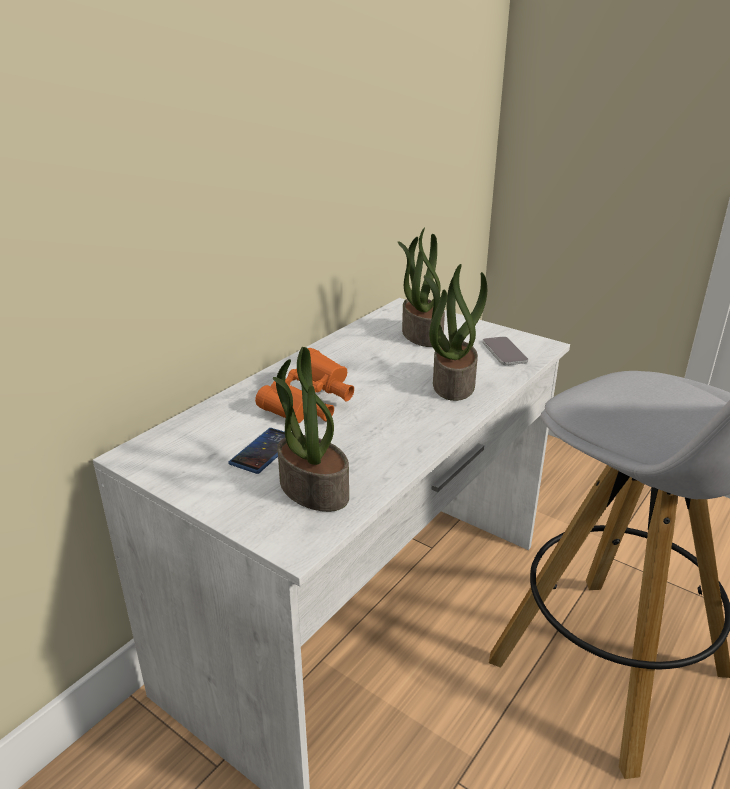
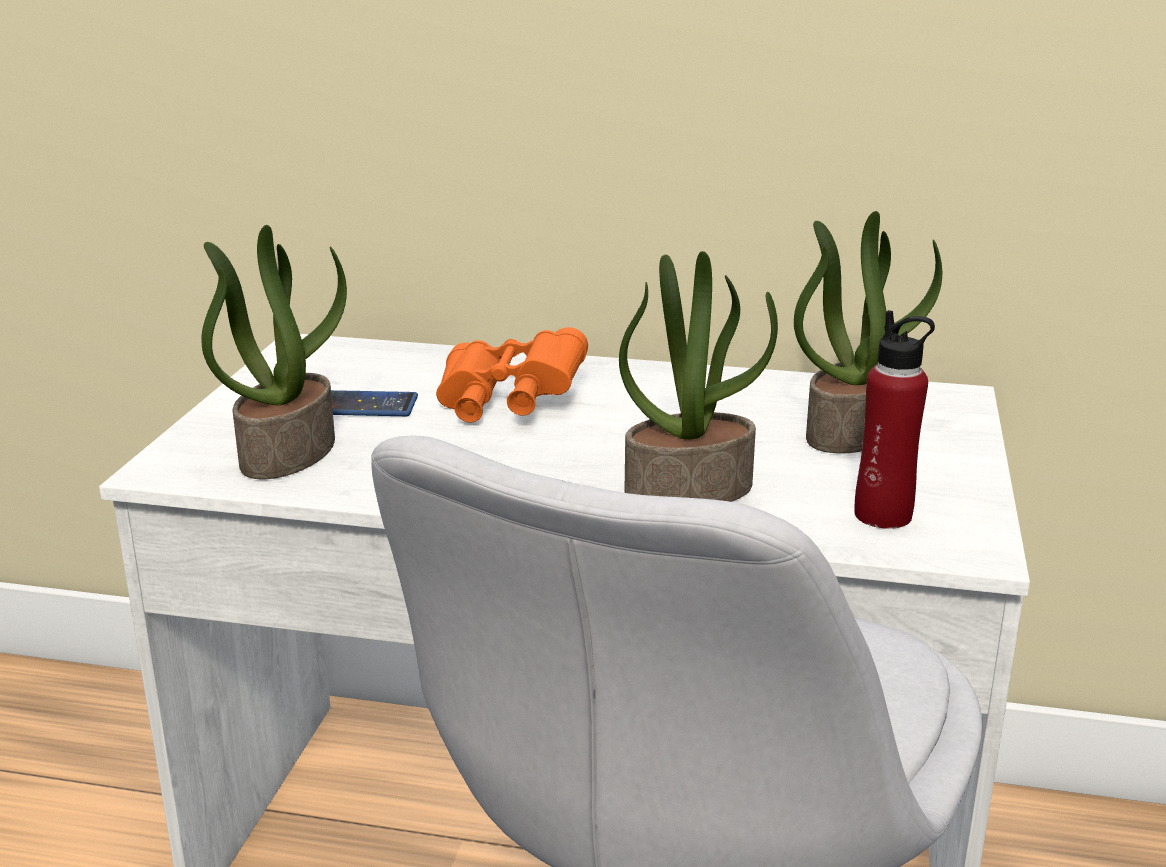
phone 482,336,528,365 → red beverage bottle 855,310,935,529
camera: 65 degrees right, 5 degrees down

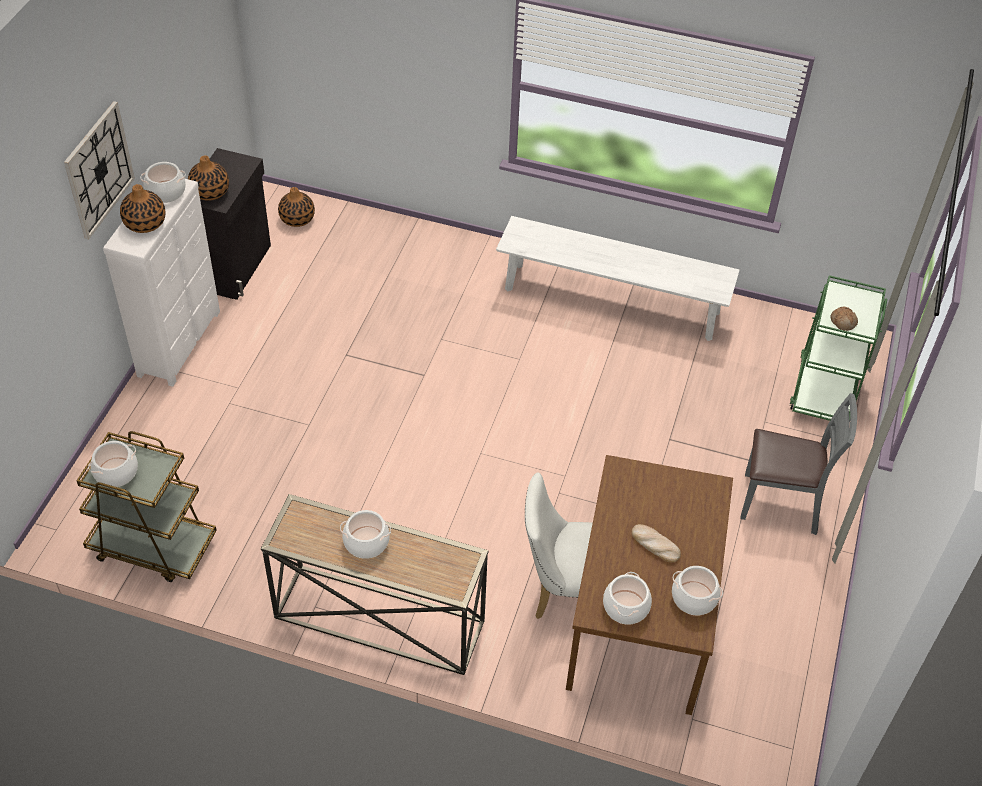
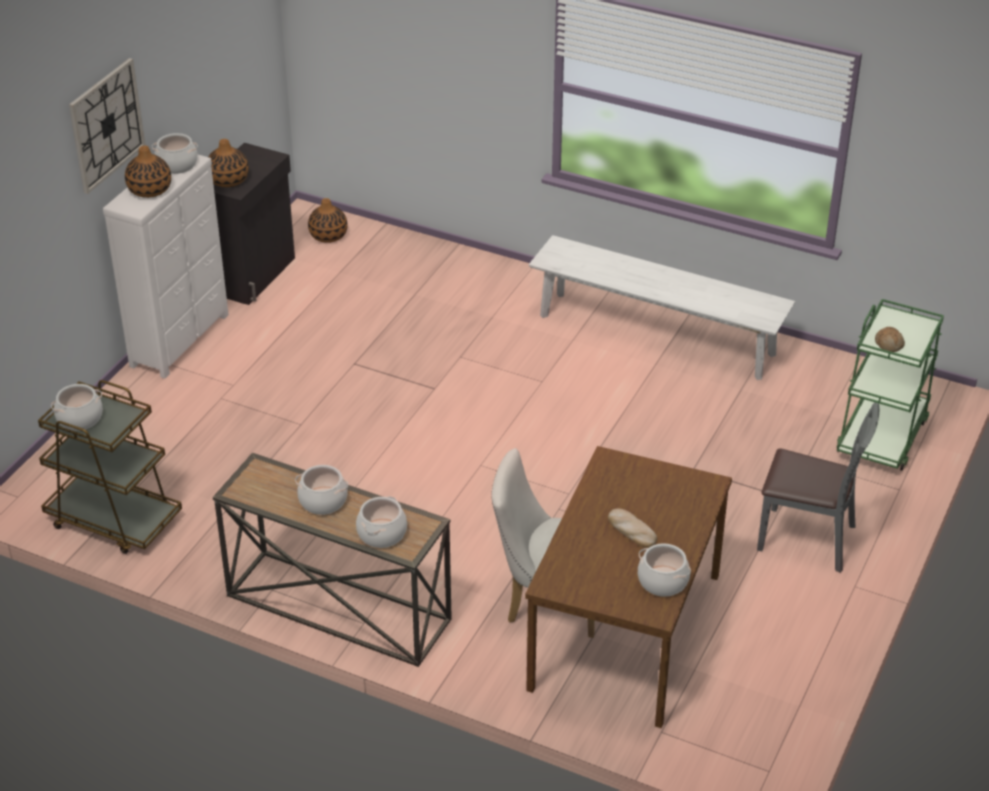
cooking pot 603,572,652,625 → cooking pot 356,496,407,548, moved
camera: 10 degrees right, 10 degrees down

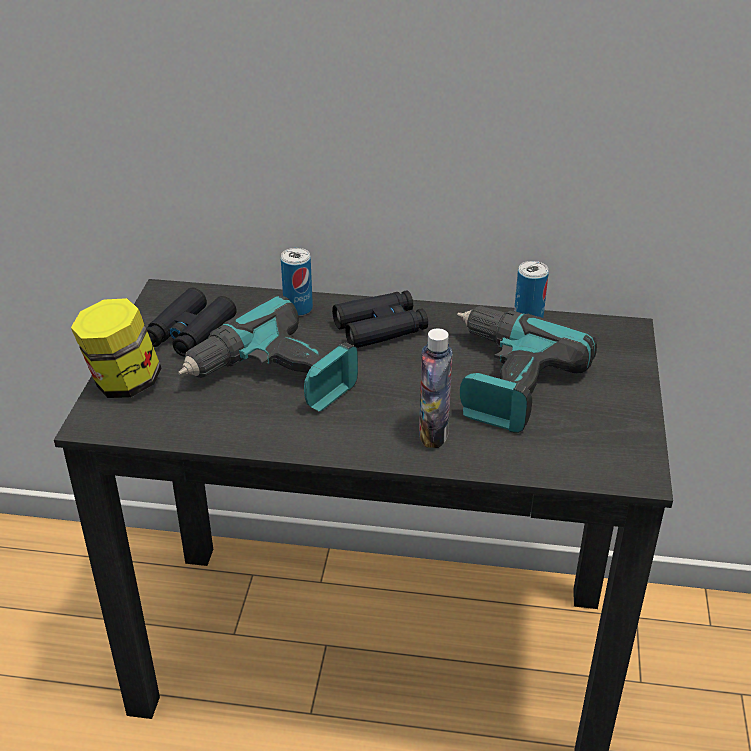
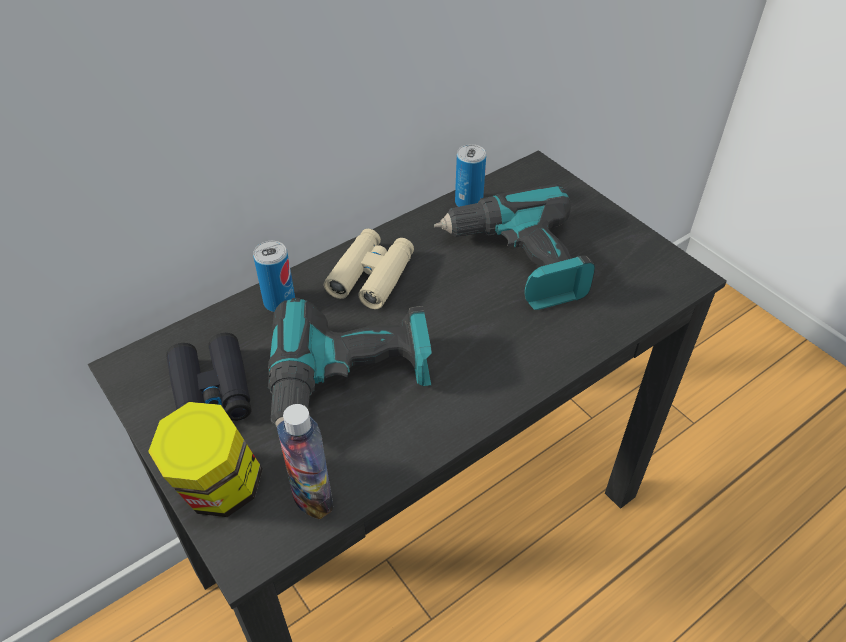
black pair of binoculars 332,290,428,348 → beige pair of binoculars 324,229,414,309
beverage bottle 419,328,453,448 → beverage bottle 277,404,333,519, moved
camera: 45 degrees left, 10 degrees up

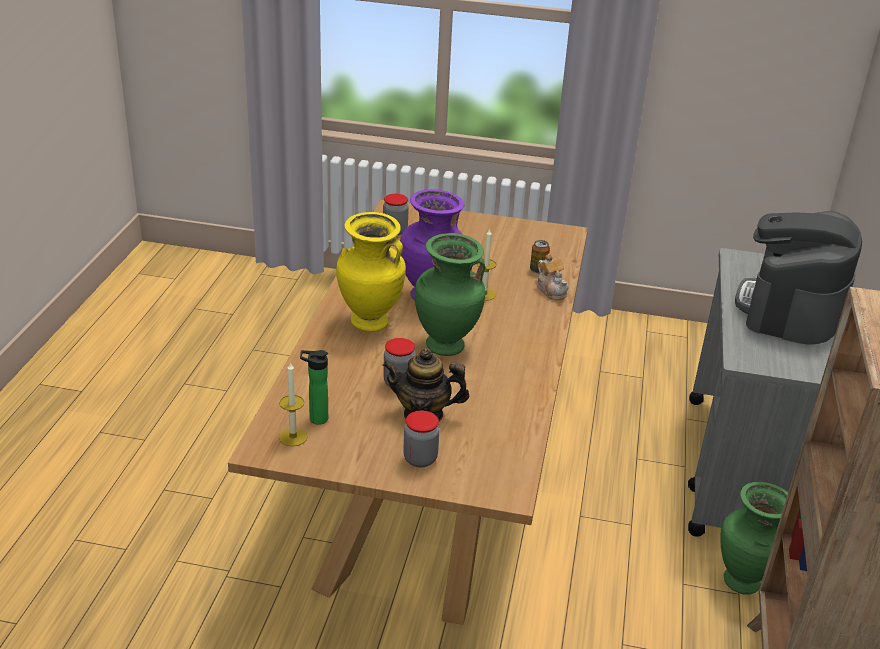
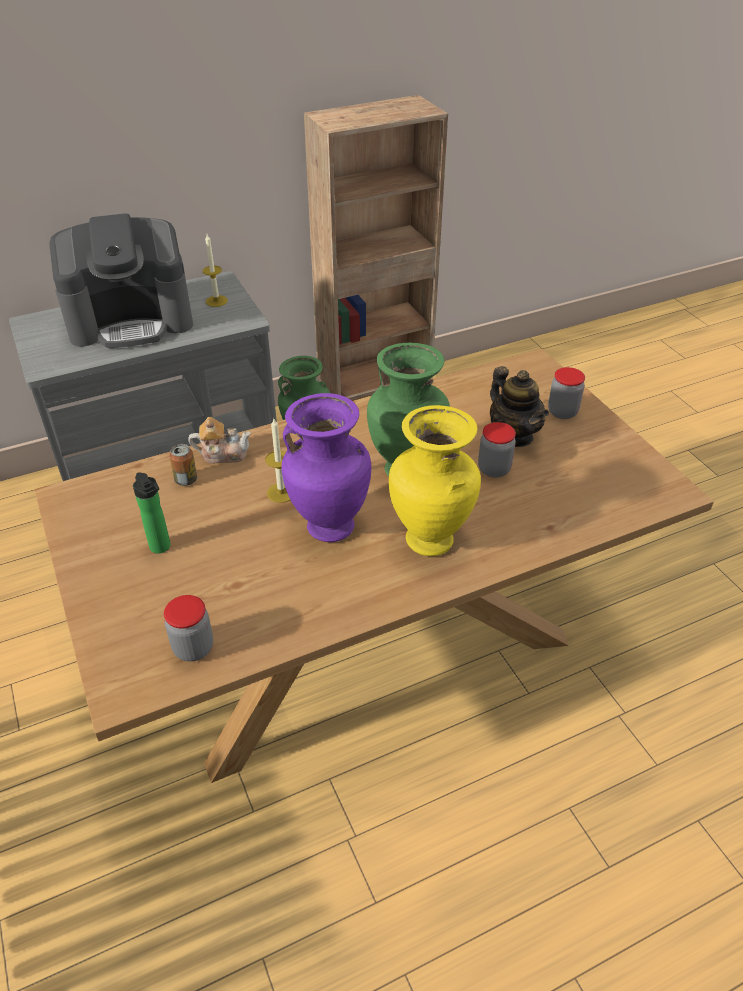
candle 279,362,308,446 → candle 203,234,228,307, moved
beverage bottle 300,350,328,425 → beverage bottle 133,472,171,554, moved
pot for tea 537,253,569,300 → pot for tea 188,417,251,464, 60 degrees clockwise
camera: 125 degrees left, 10 degrees up

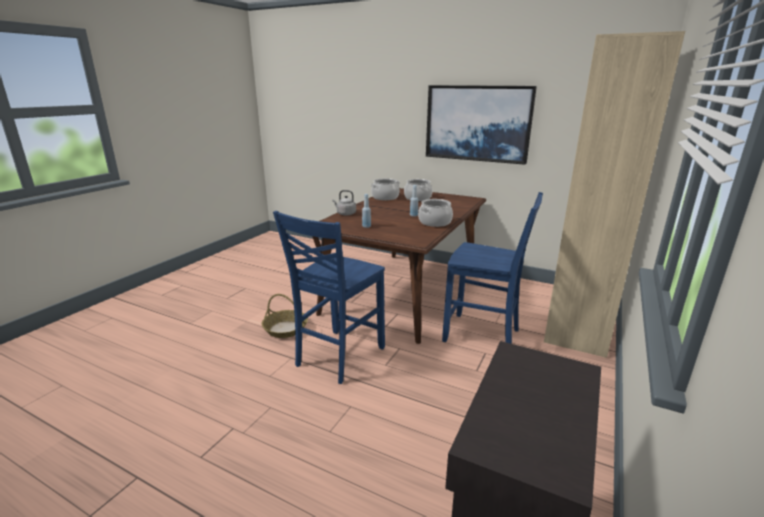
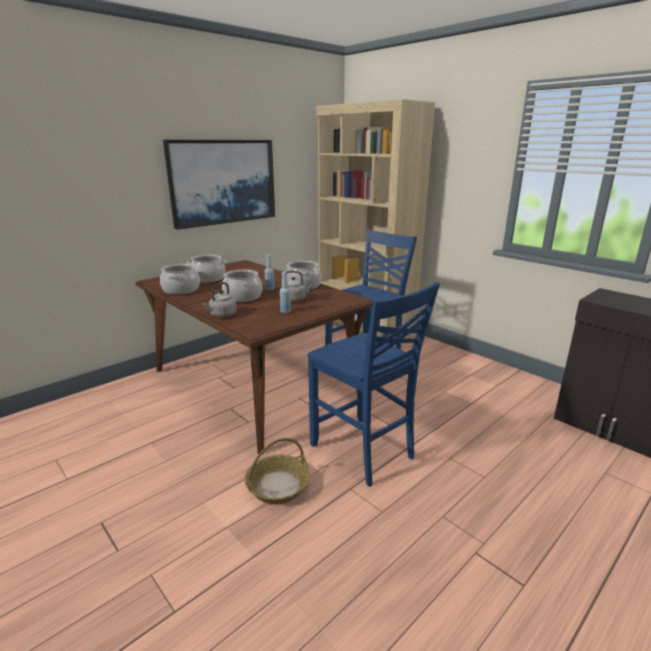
- → cooking pot 222,270,262,302
- → greyish water kettle 287,271,312,302
camera: 70 degrees left, 0 degrees up

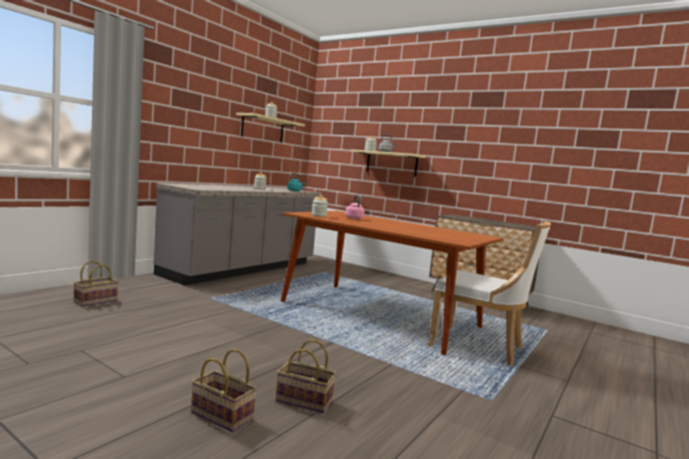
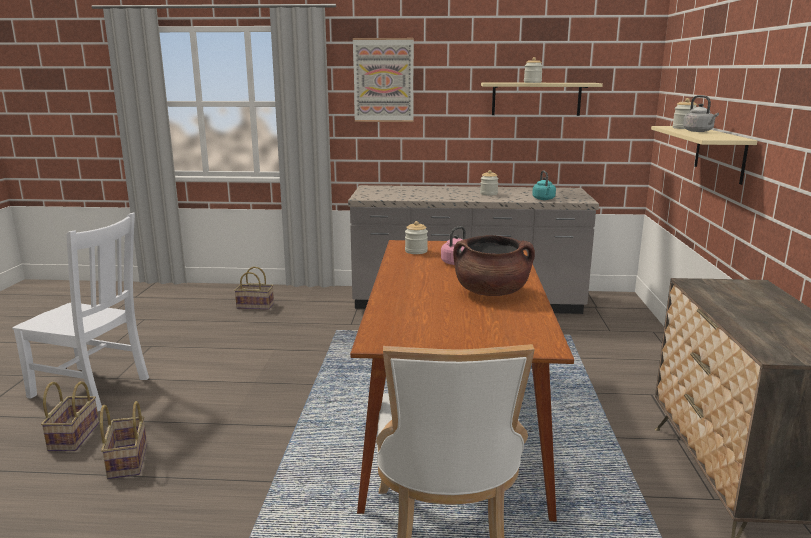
- → white upright chair 12,213,149,411
- → wall picture 353,38,414,122
- → brownish cooking pot 453,235,535,296
camera: 60 degrees right, 10 degrees up

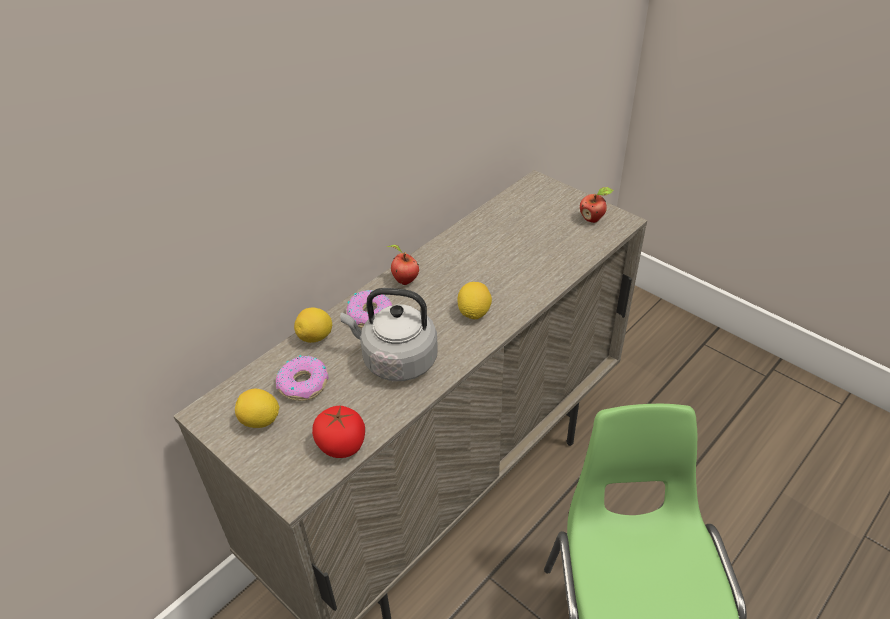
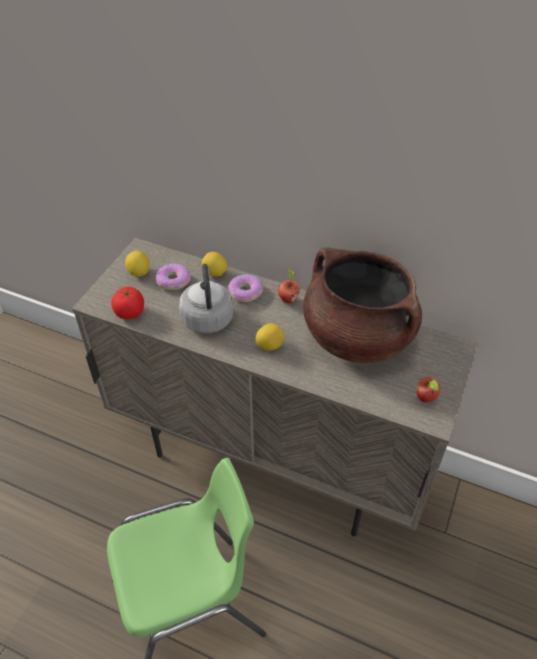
- → brownish cooking pot 303,247,422,363
camera: 70 degrees right, 5 degrees up

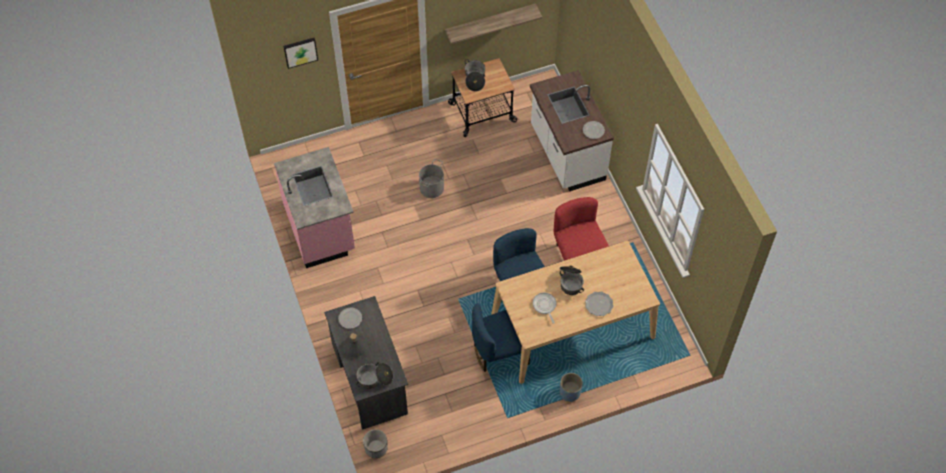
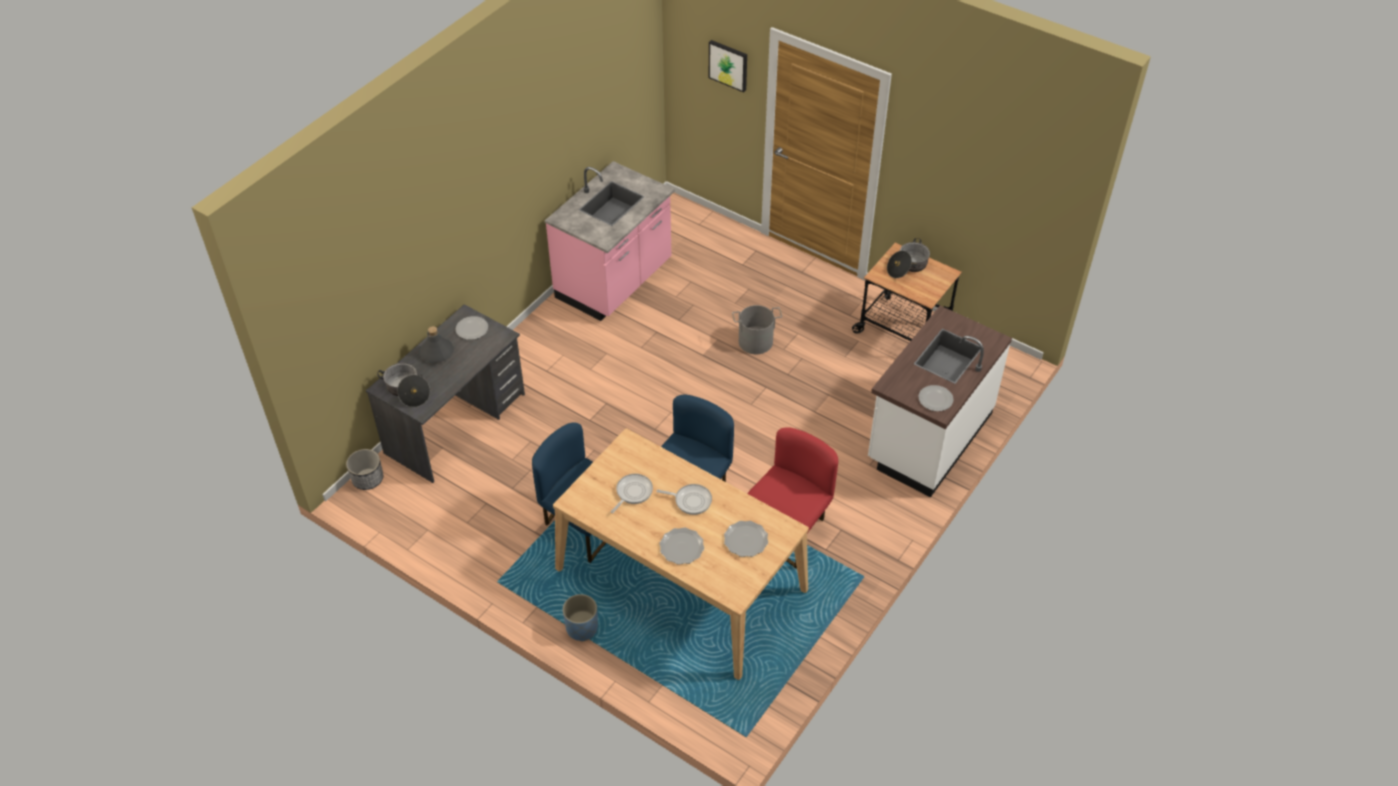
wall shelf 445,4,542,44 → -
cooking pot 560,266,584,295 → pan 656,484,712,515
- → plate 724,521,768,557
camera: 55 degrees right, 10 degrees down

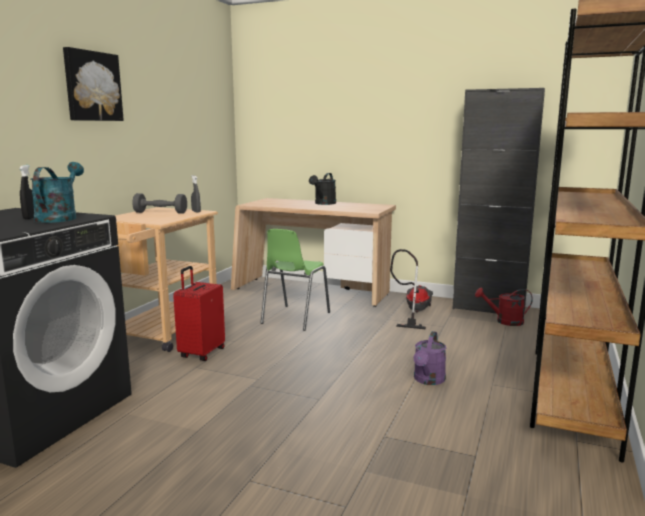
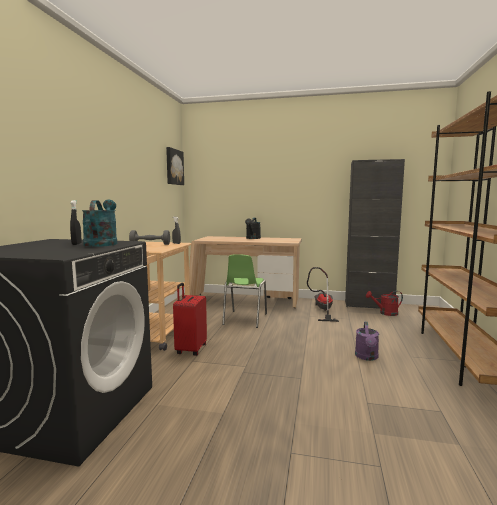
wall picture 63,47,124,121 → wall picture 166,147,184,185, moved
camera: 10 degrees left, 5 degrees down

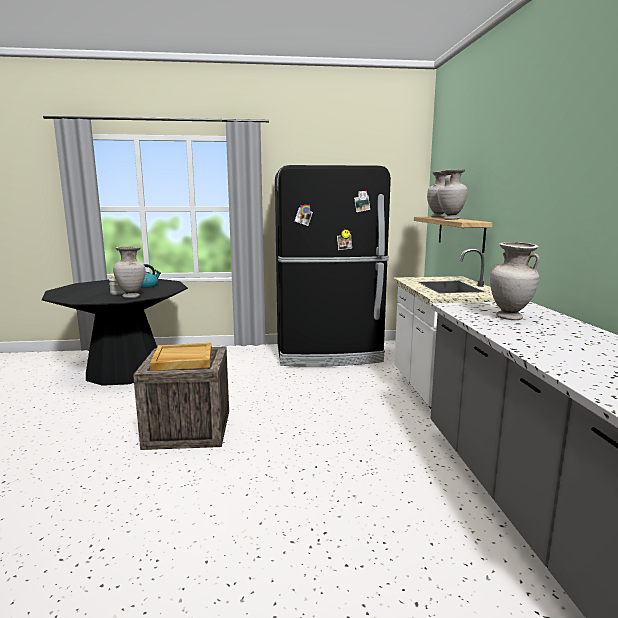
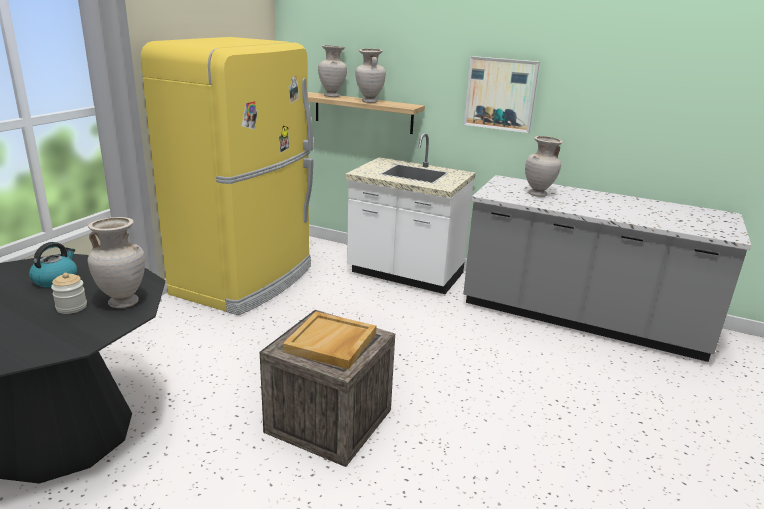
black fridge 275,165,391,367 → yellowish fridge 141,37,314,315
- → wall picture 464,56,540,133
camera: 60 degrees left, 10 degrees up

